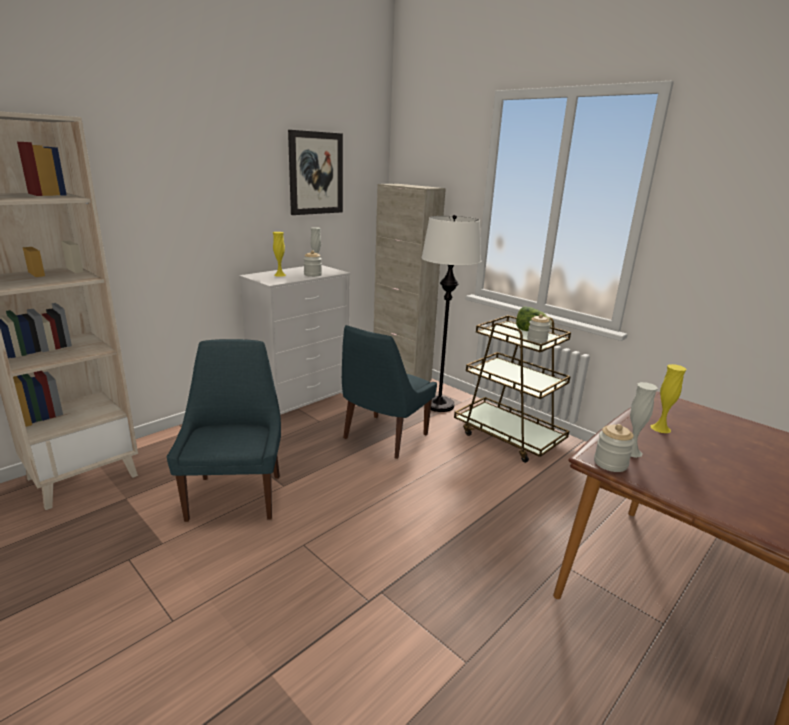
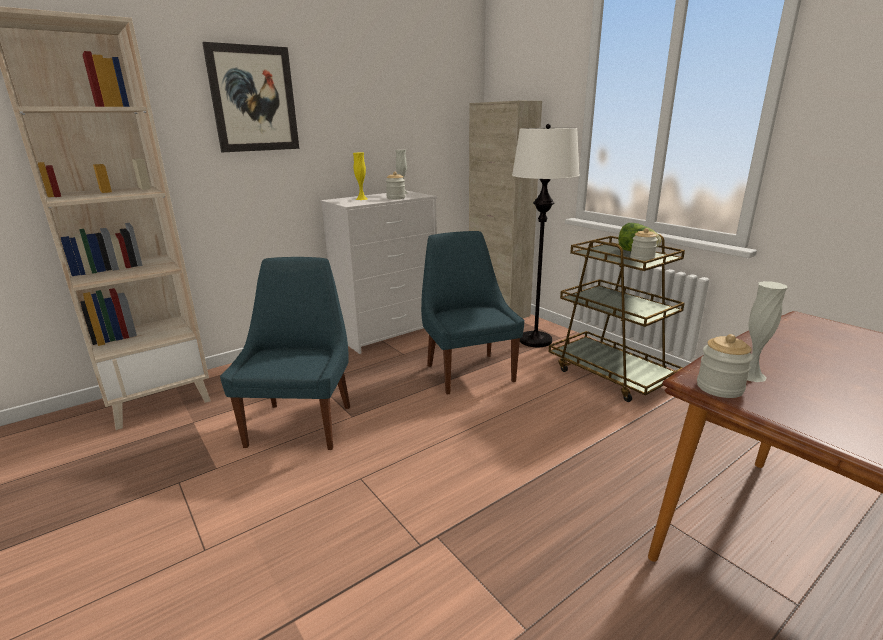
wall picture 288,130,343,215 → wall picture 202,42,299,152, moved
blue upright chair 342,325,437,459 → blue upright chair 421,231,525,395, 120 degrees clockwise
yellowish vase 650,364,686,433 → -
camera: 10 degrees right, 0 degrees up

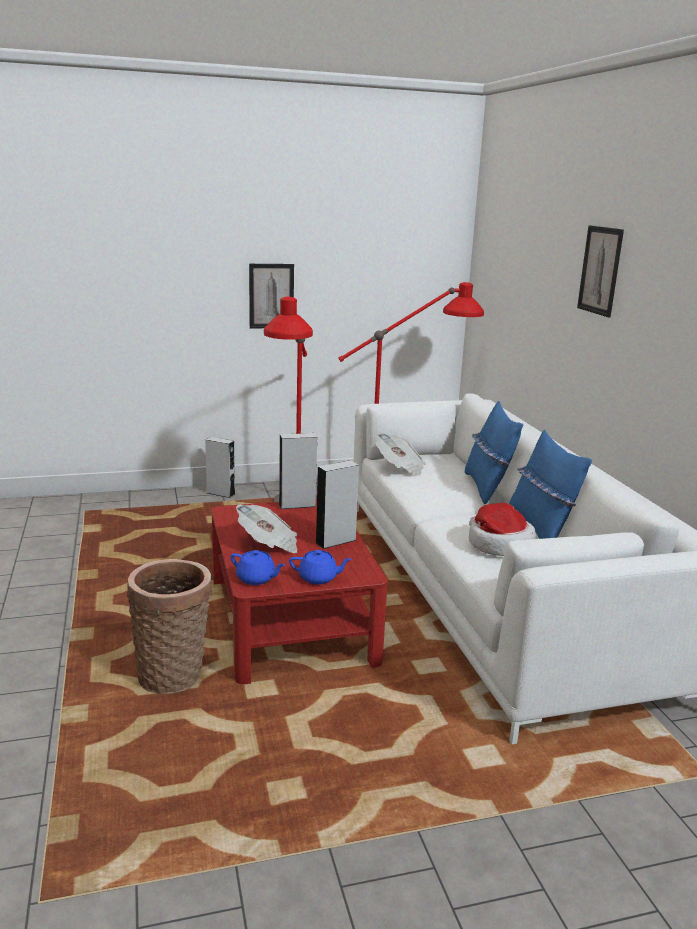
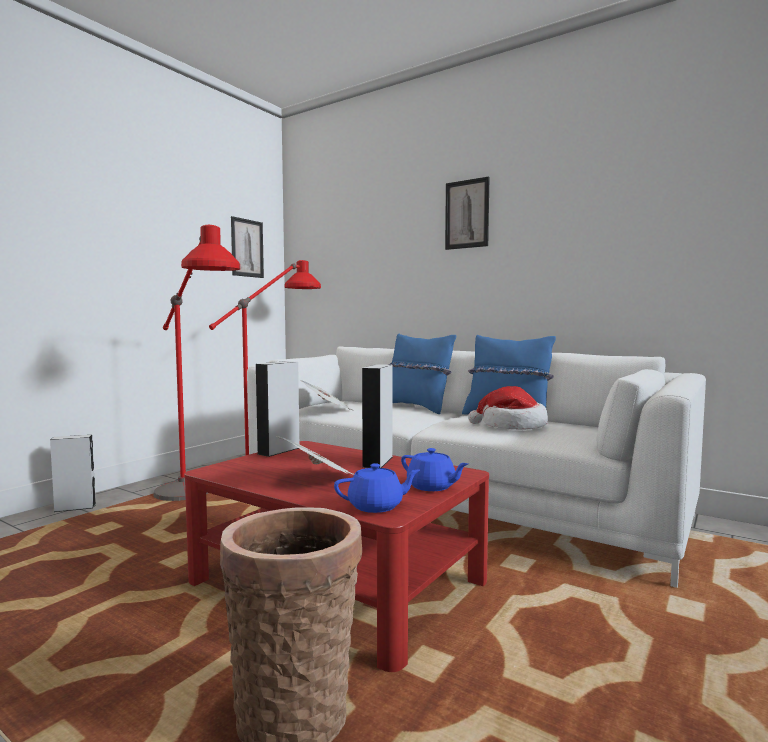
wall picture 249,264,294,329 → wall picture 231,216,264,278, moved
blue pot for tea 289,550,352,584 → blue pot for tea 401,448,468,491, 75 degrees clockwise
camera: 40 degrees left, 15 degrees down

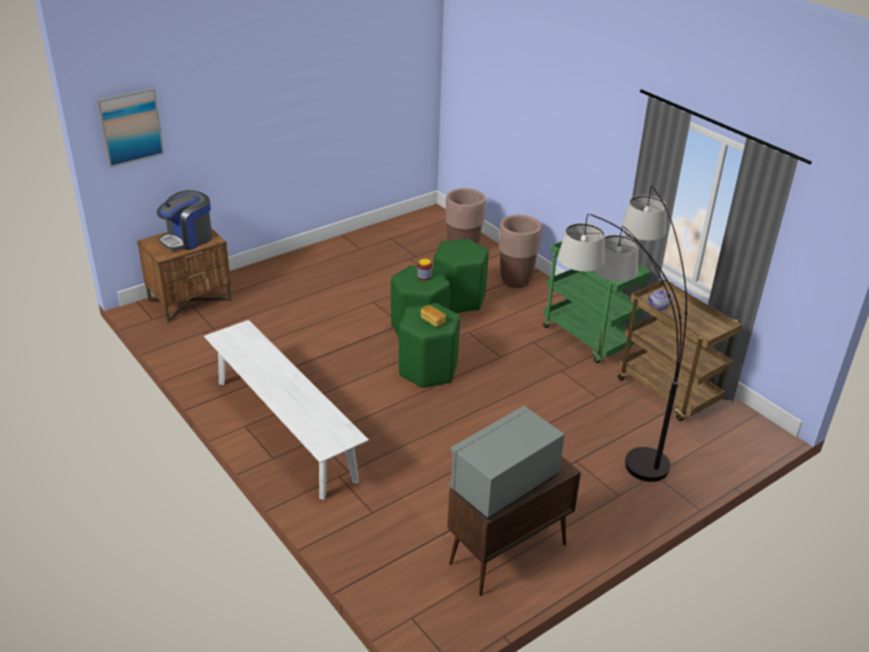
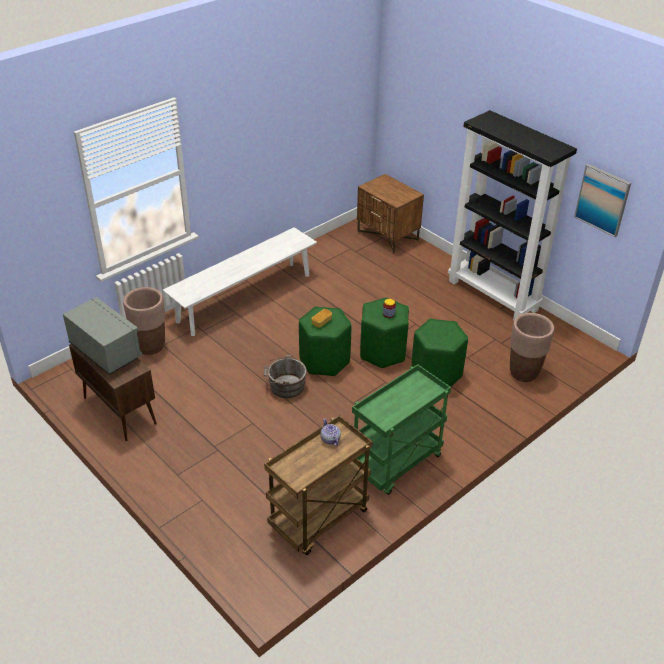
wall picture 97,88,164,168 → wall picture 574,164,631,237, moved
coffee machine 157,190,212,251 → -
brownish flower pot 499,215,542,288 → brownish flower pot 123,287,165,355, moved
standing lamp 558,186,687,482 → -
- → greyish water bucket 264,355,307,398
- → black shelving unit 448,110,577,320
camera: 85 degrees right, 5 degrees up

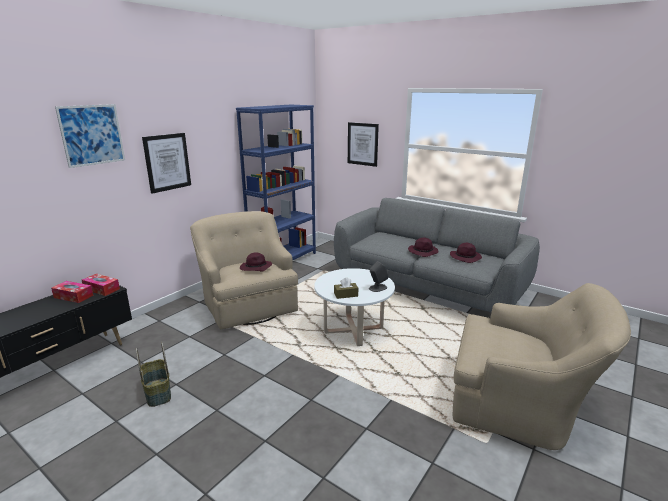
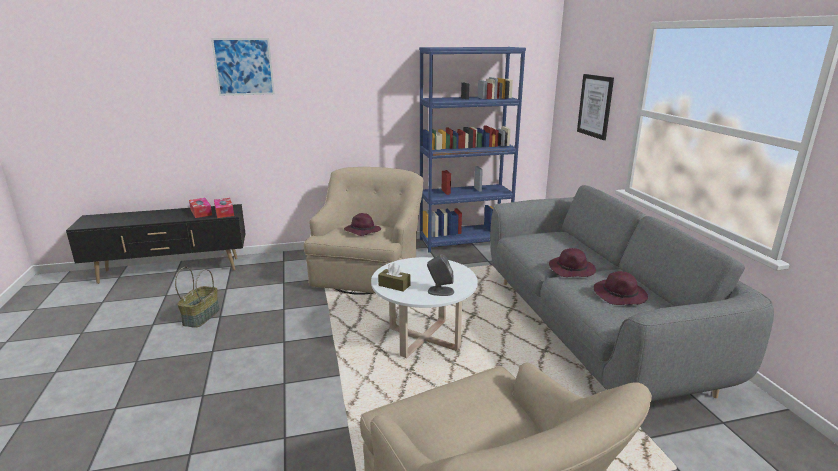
wall picture 142,133,191,194 → -
camera: 40 degrees right, 0 degrees up

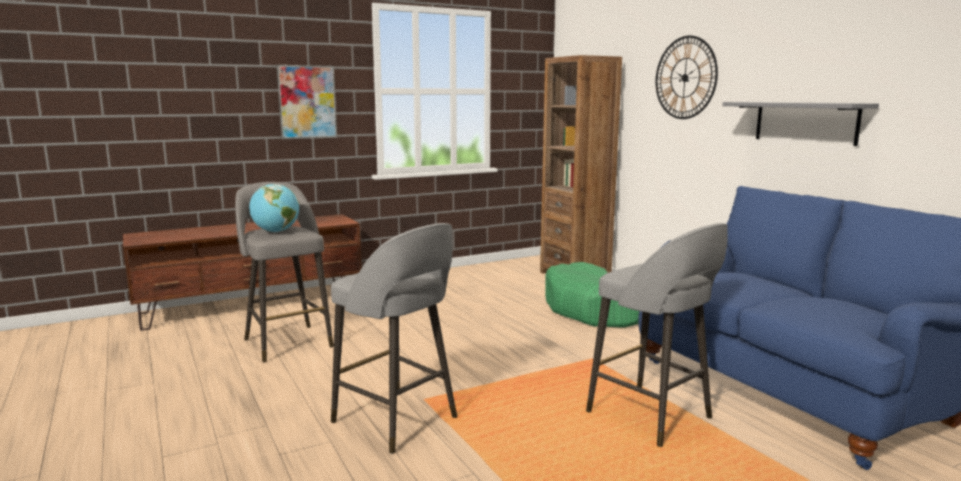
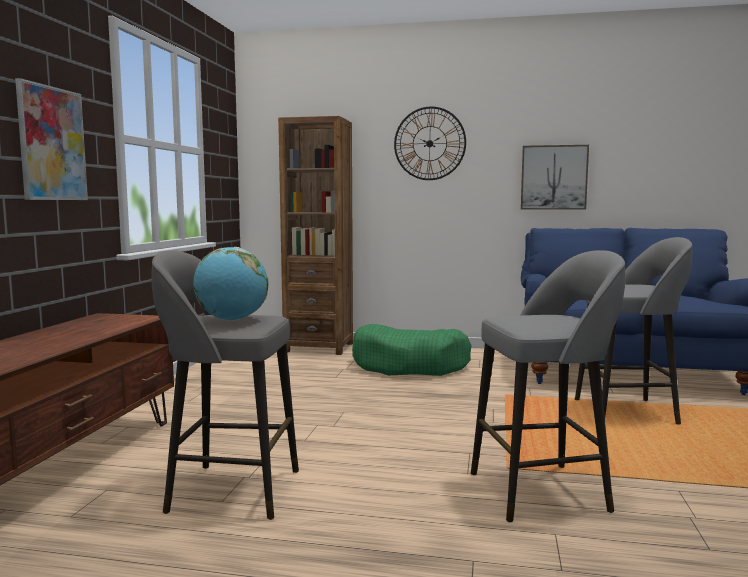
greyish wall shelf 723,102,879,146 → wall picture 521,145,589,210
camera: 50 degrees left, 5 degrees down

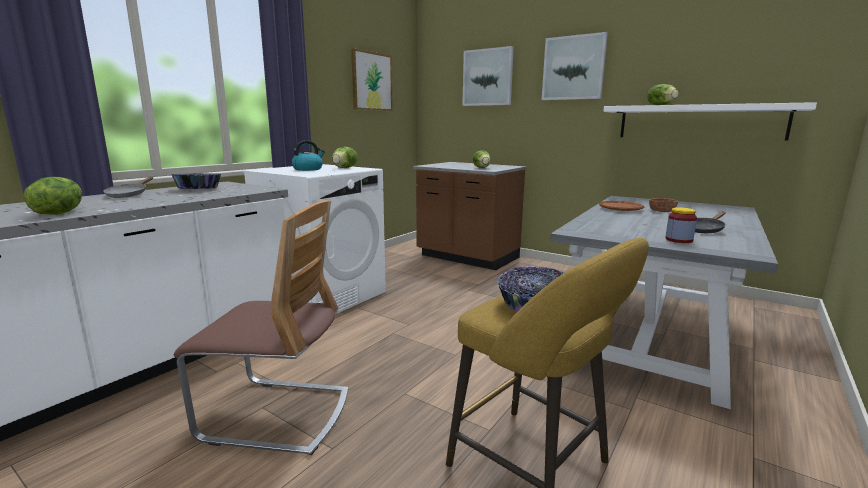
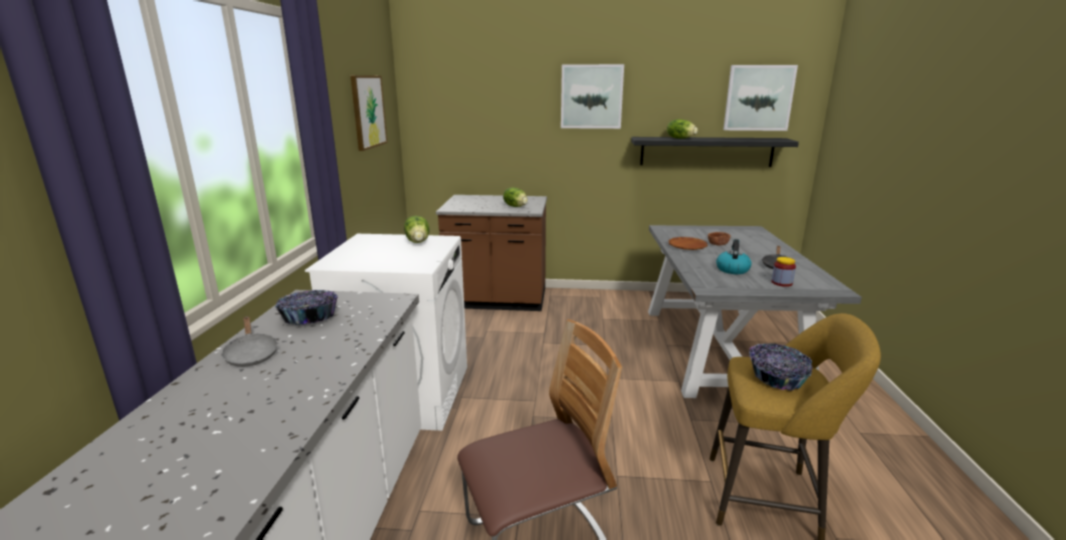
lettuce 24,177,82,215 → -
water kettle 292,140,325,171 → water kettle 716,239,752,274, moved
wall picture 462,46,514,106 → wall picture 723,65,798,131, moved
white wall shelf 603,102,817,141 → black wall shelf 631,137,799,167
camera: 30 degrees left, 5 degrees up

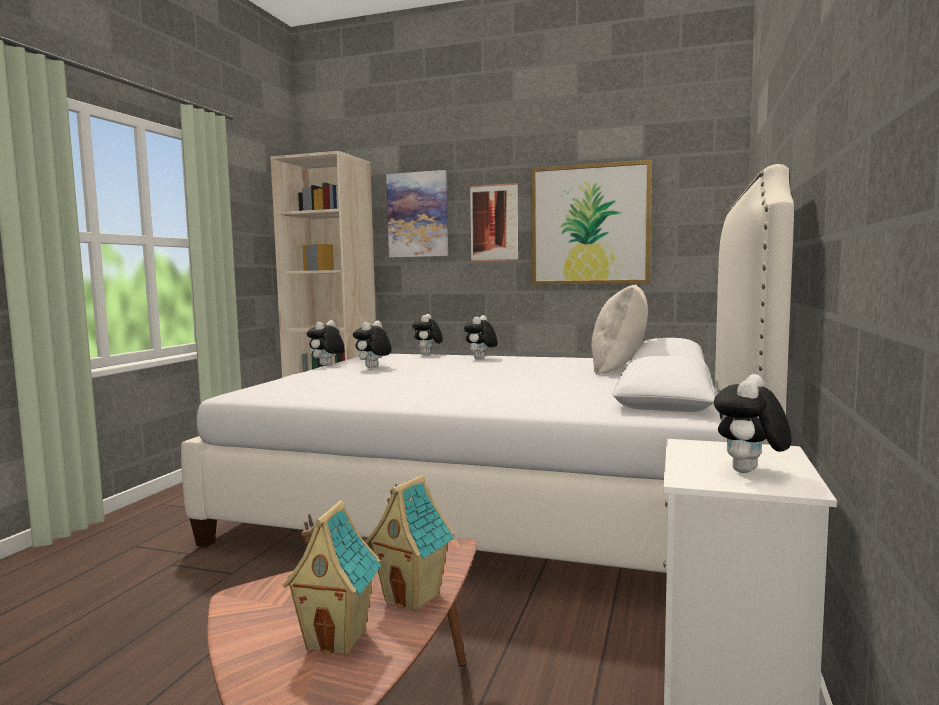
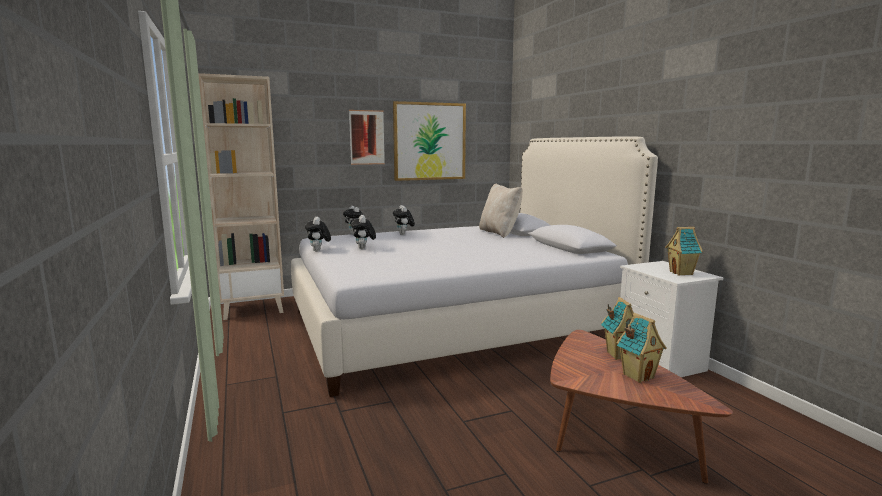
wall picture 386,170,448,258 → -
soft toy 714,374,792,473 → model house 665,227,703,276
camera: 40 degrees left, 5 degrees up

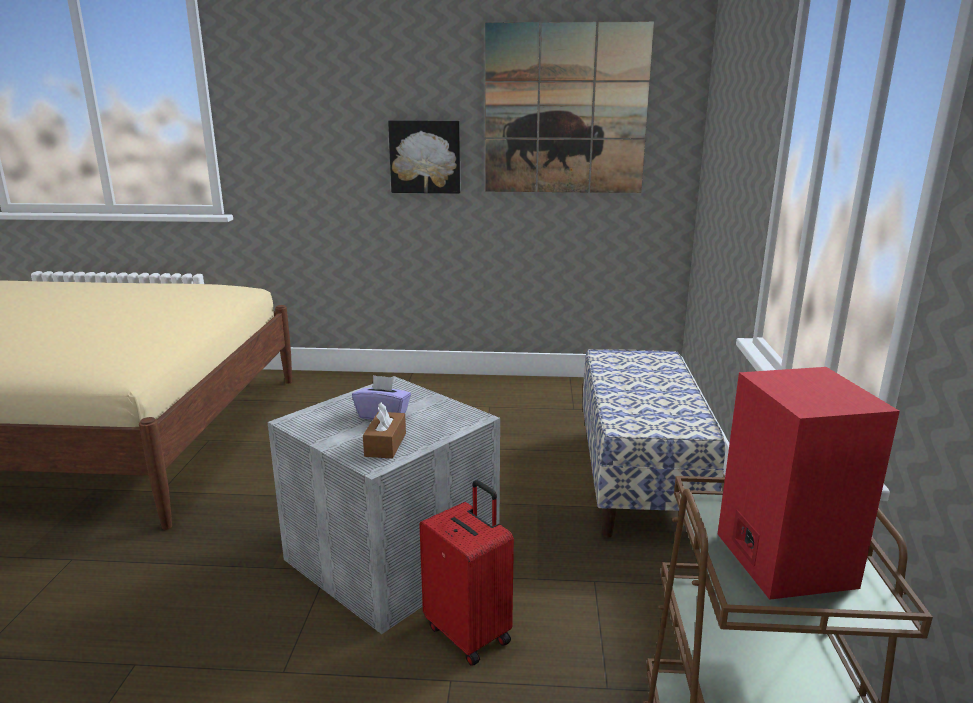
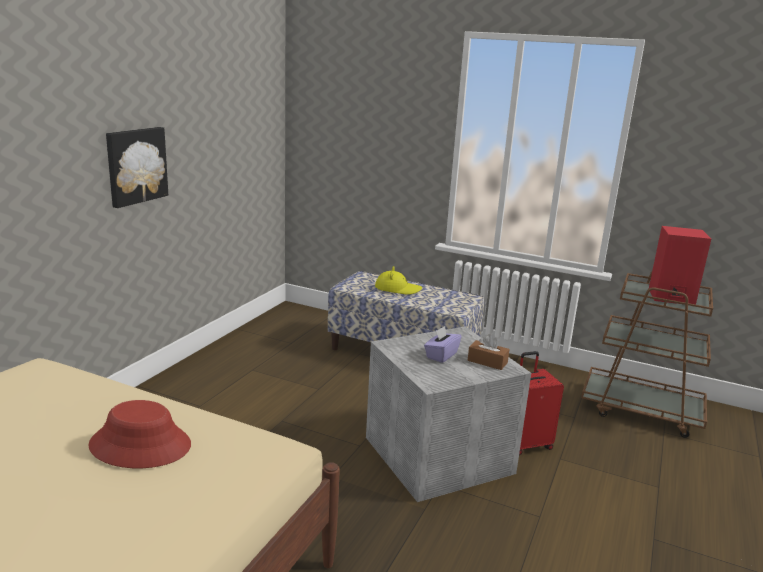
wall picture 485,22,654,193 → -
- → red wearable hat 88,400,191,468
- → yellowish wearable hat 375,266,422,295
camera: 70 degrees left, 0 degrees up

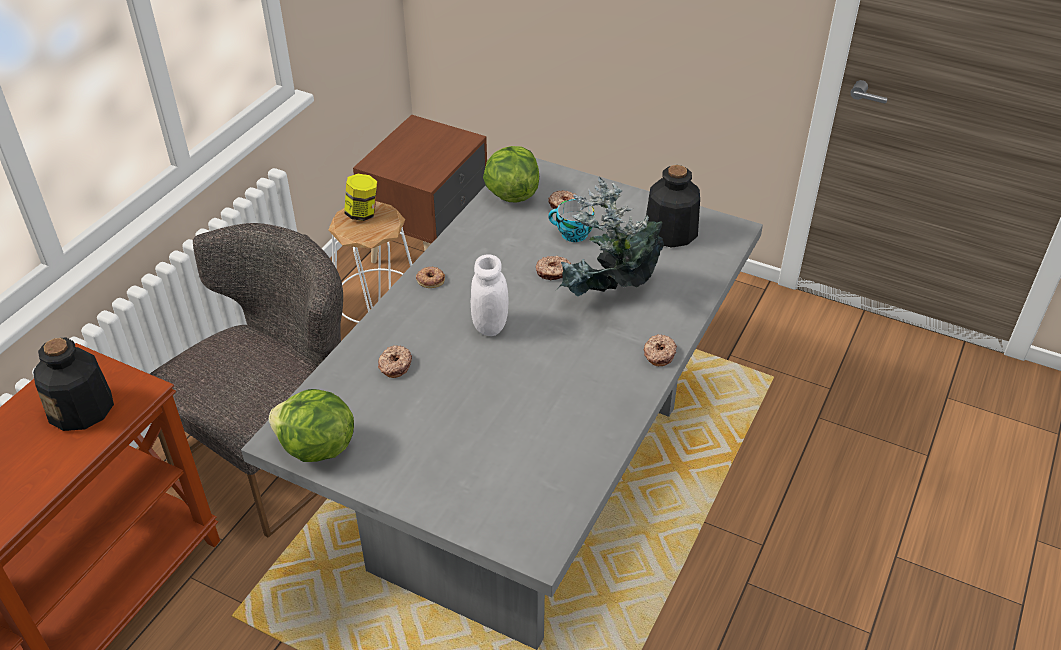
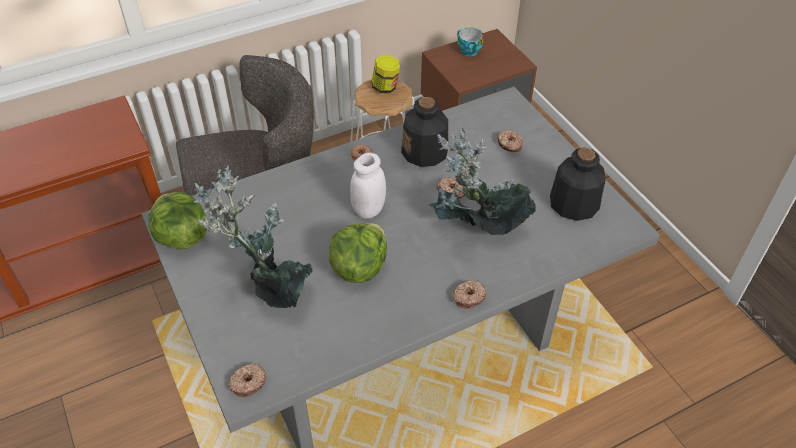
beverage bottle 33,338,114,431 → beverage bottle 401,97,448,167, moved
ring doughnut 378,345,412,378 → ring doughnut 228,363,267,397, moved
lettuce 483,146,539,203 → lettuce 329,223,387,283, moved
drinking cup 548,199,594,242 → drinking cup 457,28,483,56, moved
- → potted plant 194,165,312,308
camera: 35 degrees right, 5 degrees up

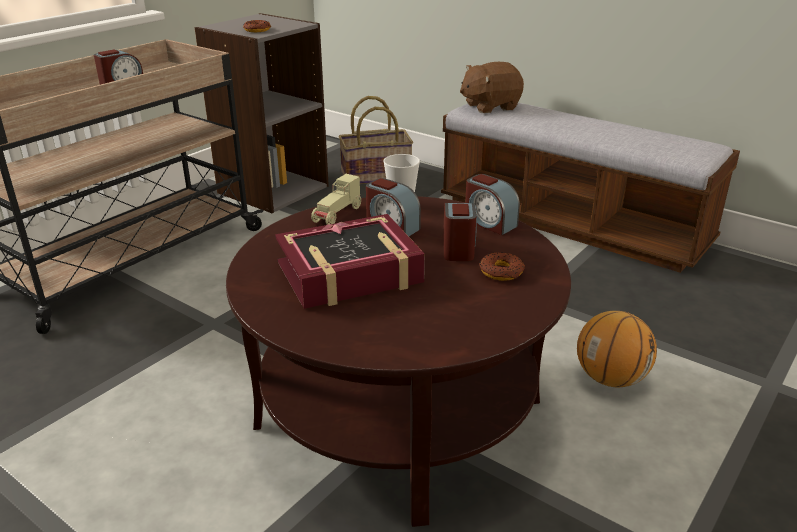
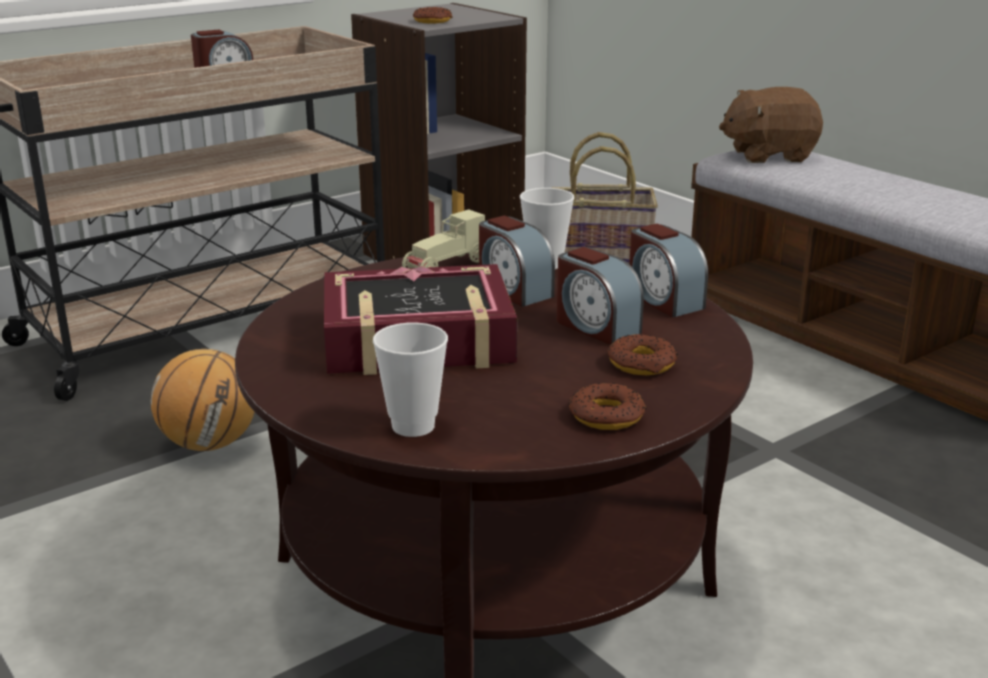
bedside clock 443,203,477,261 → bedside clock 557,247,644,345, 120 degrees clockwise
ball for basketball 577,311,657,387 → ball for basketball 151,349,255,451, moved
- → drinking cup 373,322,448,437
- → ring doughnut 569,383,646,430
camera: 15 degrees right, 5 degrees down

